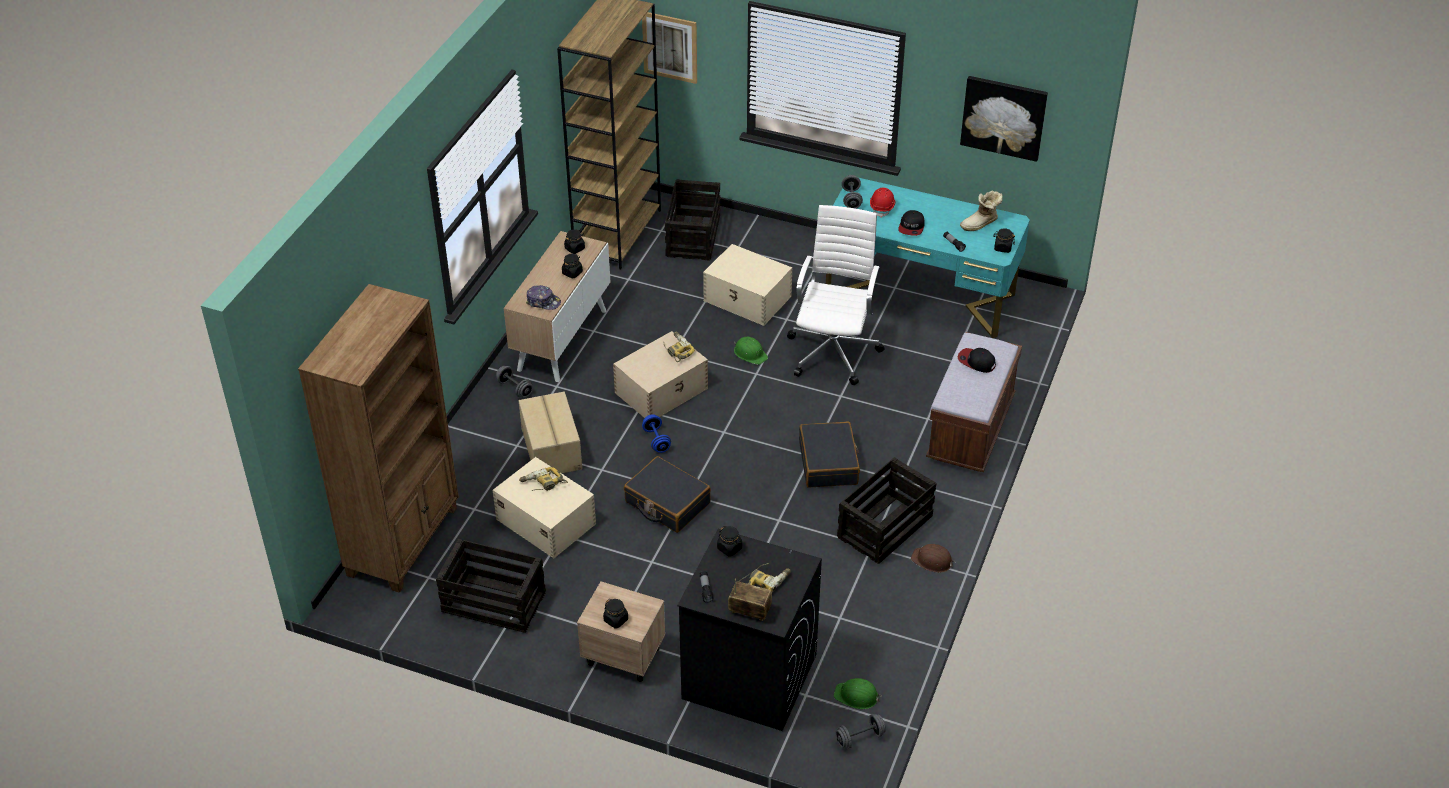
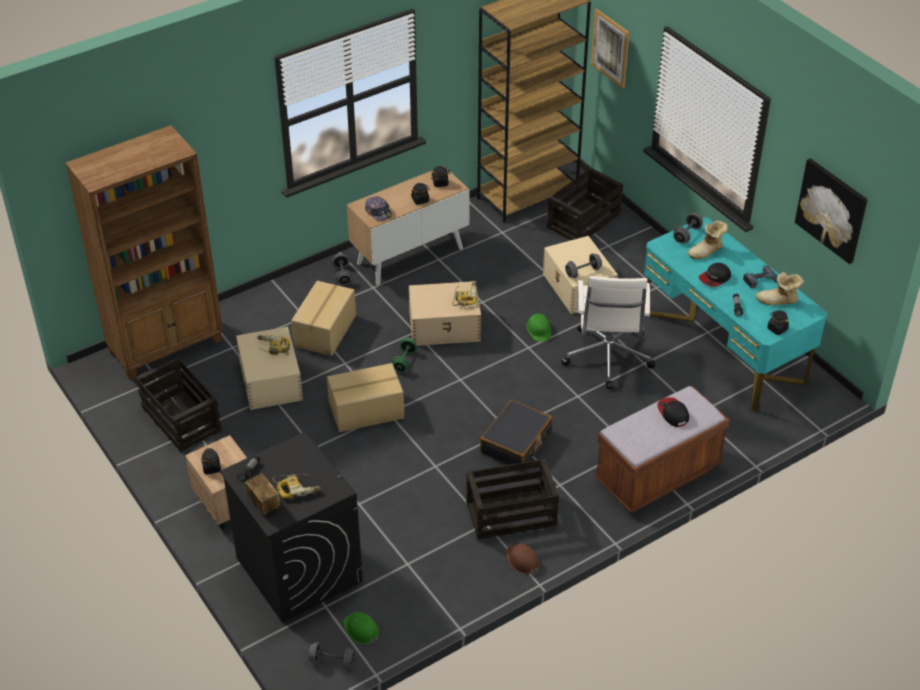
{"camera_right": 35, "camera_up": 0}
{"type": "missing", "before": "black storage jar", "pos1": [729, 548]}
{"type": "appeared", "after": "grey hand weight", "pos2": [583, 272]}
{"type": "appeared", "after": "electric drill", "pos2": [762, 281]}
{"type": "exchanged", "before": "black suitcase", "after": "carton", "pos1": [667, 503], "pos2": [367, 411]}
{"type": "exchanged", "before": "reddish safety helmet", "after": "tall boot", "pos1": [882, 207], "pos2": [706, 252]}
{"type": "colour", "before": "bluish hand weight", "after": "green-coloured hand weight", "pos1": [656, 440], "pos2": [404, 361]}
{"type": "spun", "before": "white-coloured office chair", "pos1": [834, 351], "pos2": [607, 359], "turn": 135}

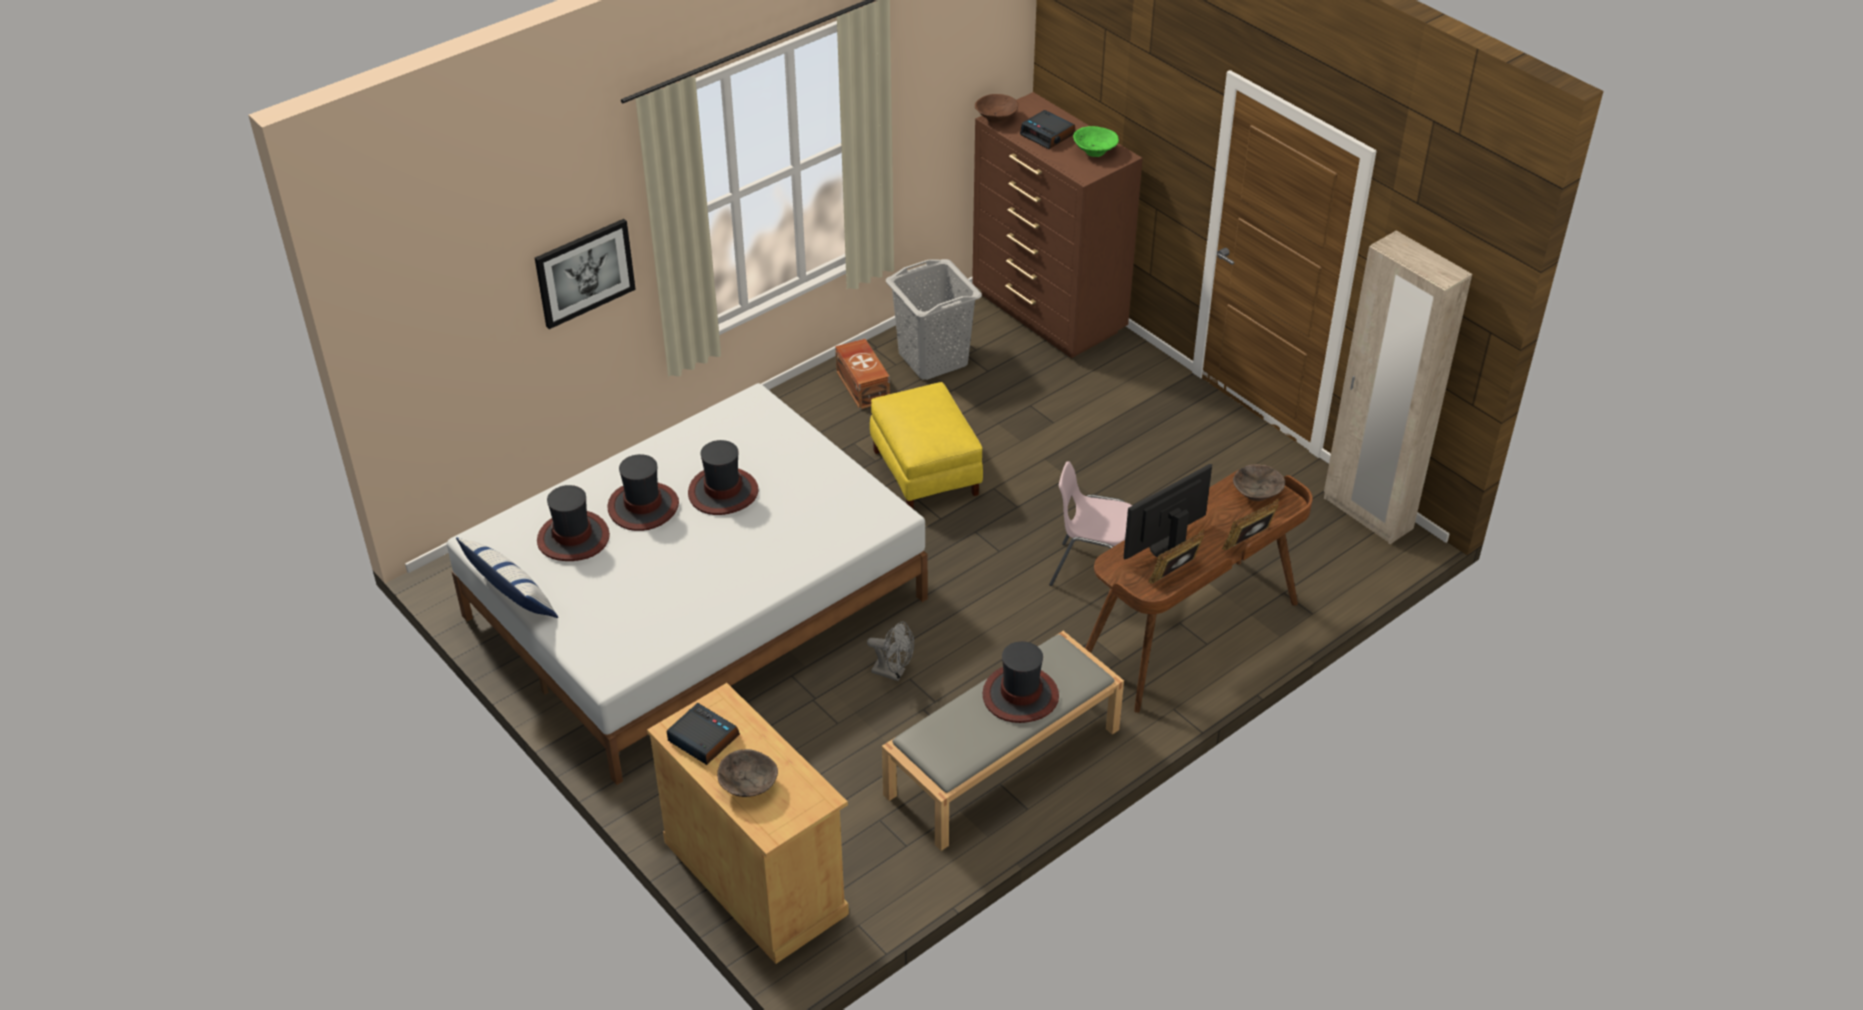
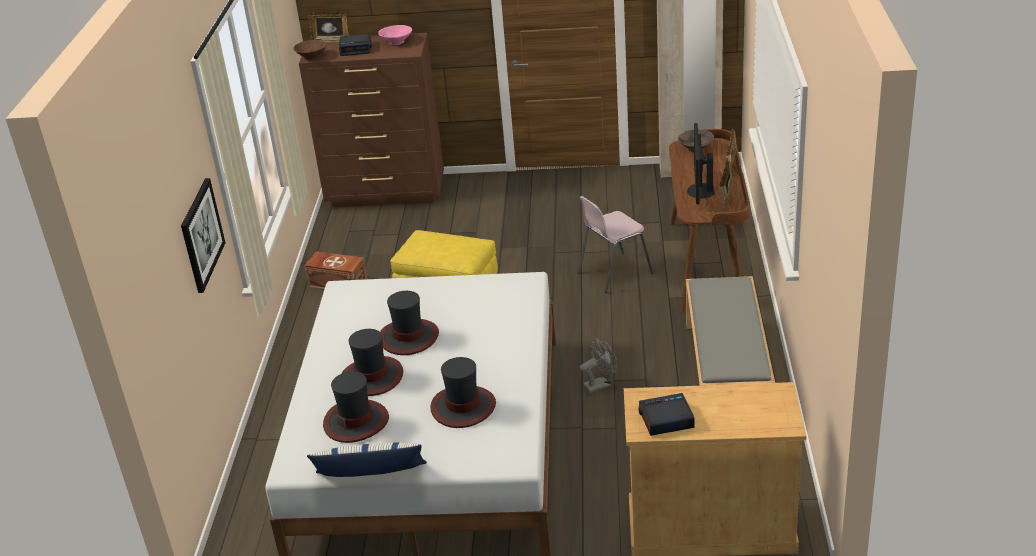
{"camera_right": -45, "camera_up": -10}
{"type": "missing", "before": "brown-coloured deep dish", "pos1": [747, 786]}
{"type": "missing", "before": "grey hamper", "pos1": [933, 359]}
{"type": "appeared", "after": "photo frame", "pos2": [331, 41]}
{"type": "relocated", "before": "hat", "pos1": [1020, 695], "pos2": [463, 407]}
{"type": "colour", "before": "green-coloured deep dish", "after": "pink-coloured deep dish", "pos1": [1094, 152], "pos2": [396, 42]}

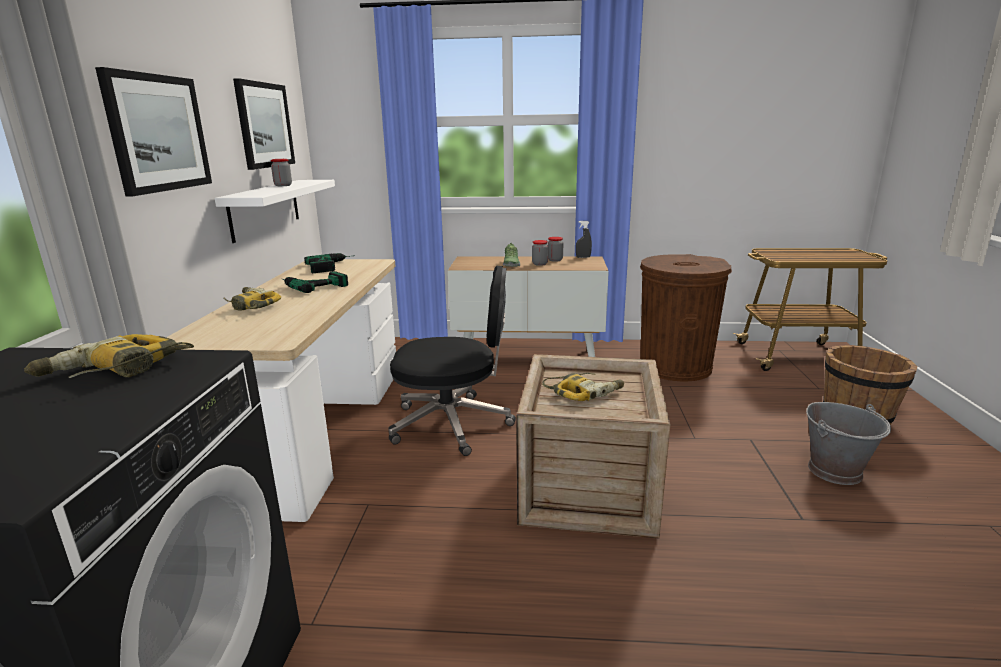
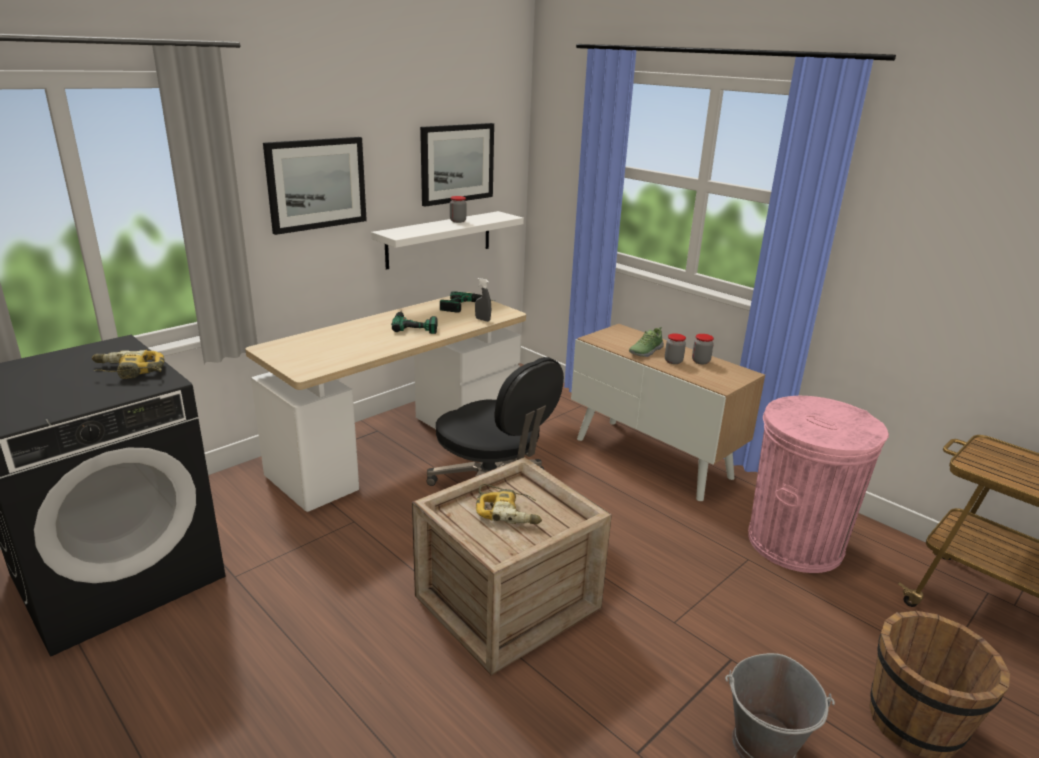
{"camera_right": 40, "camera_up": 5}
{"type": "missing", "before": "electric drill", "pos1": [250, 305]}
{"type": "relocated", "before": "grey sprayer", "pos1": [583, 257], "pos2": [482, 320]}
{"type": "colour", "before": "brown-coloured rubbish bin", "after": "pink-coloured rubbish bin", "pos1": [675, 367], "pos2": [794, 542]}

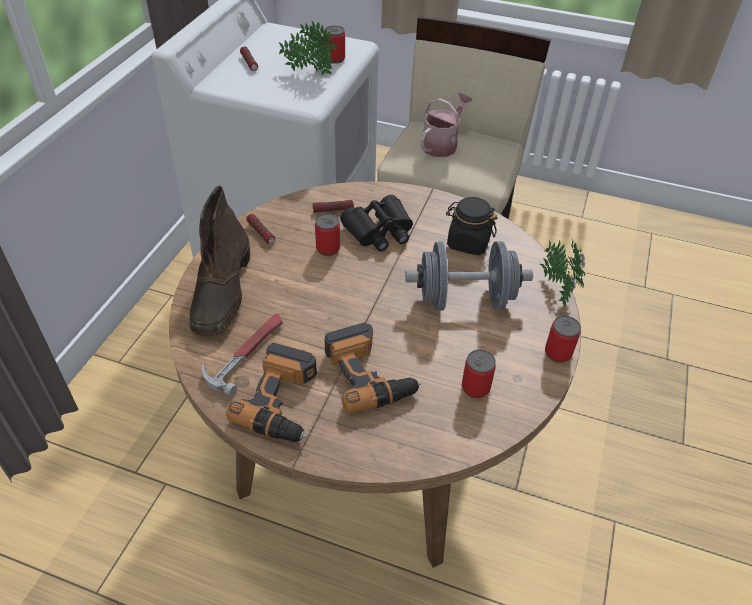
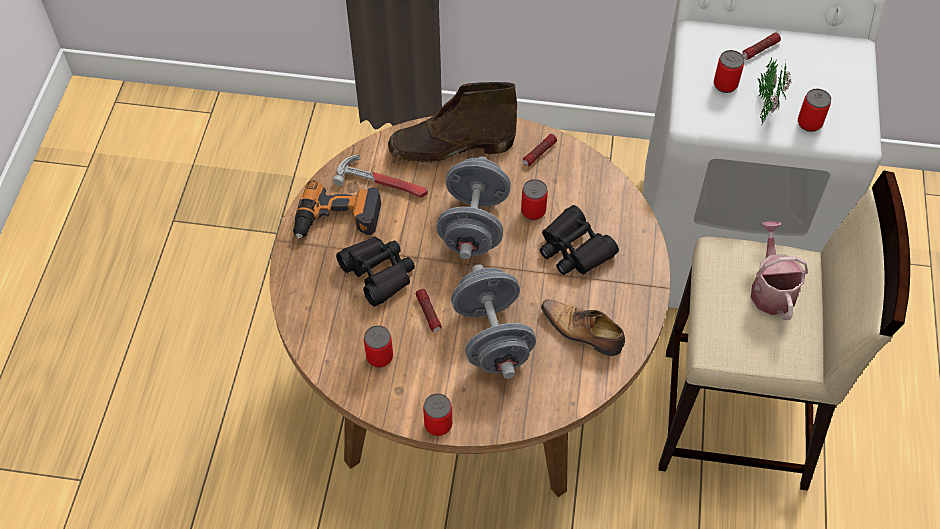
{"camera_right": 80, "camera_up": 10}
{"type": "missing", "before": "houseplant", "pos1": [557, 288]}
{"type": "appeared", "after": "grey hand weight", "pos2": [473, 225]}
{"type": "appeared", "after": "can", "pos2": [725, 84]}
{"type": "relocated", "before": "hand torch", "pos1": [333, 210], "pos2": [428, 313]}
{"type": "exchanged", "before": "electric drill", "after": "black field glasses", "pos1": [369, 374], "pos2": [378, 274]}
{"type": "exchanged", "before": "black storage jar", "after": "low shoe", "pos1": [468, 242], "pos2": [582, 332]}
{"type": "spun", "before": "sprinkling can", "pos1": [442, 144], "pos2": [771, 289], "turn": -120}

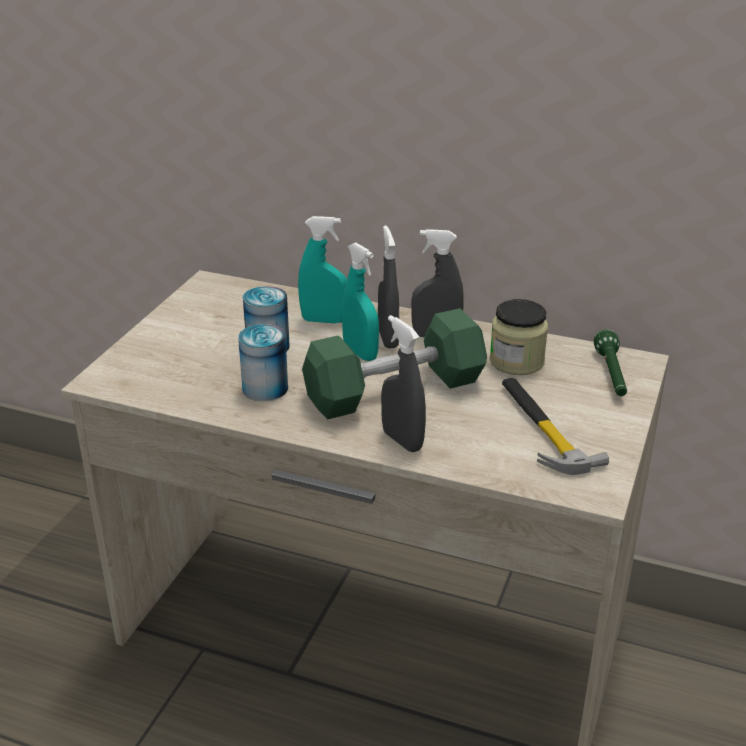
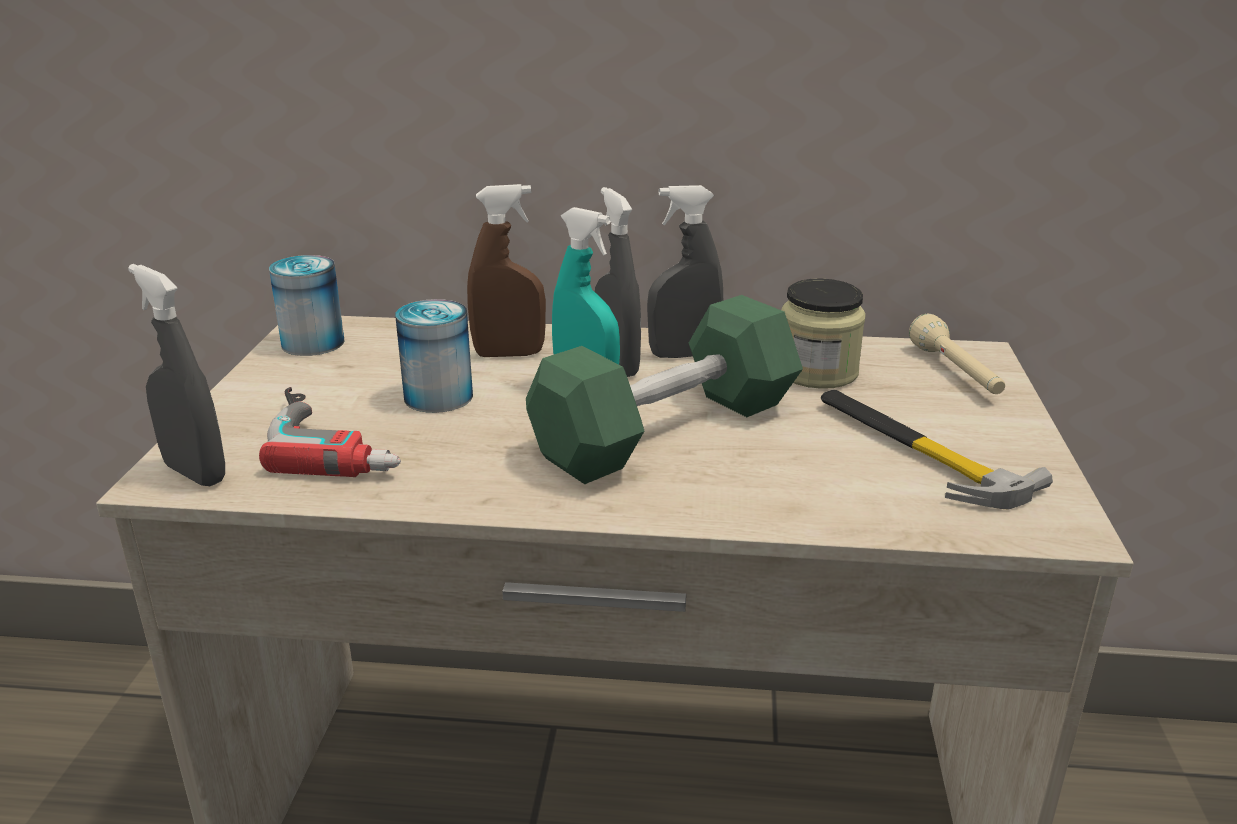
{"camera_right": -15, "camera_up": -5}
{"type": "appeared", "after": "electric drill", "pos2": [340, 439]}
{"type": "relocated", "before": "can", "pos1": [265, 388], "pos2": [313, 343]}
{"type": "relocated", "before": "grey sprayer", "pos1": [402, 440], "pos2": [195, 473]}
{"type": "colour", "before": "turquoise sprayer", "after": "brown-coloured sprayer", "pos1": [324, 320], "pos2": [509, 354]}
{"type": "colour", "before": "green-coloured hand torch", "after": "beige hand torch", "pos1": [611, 375], "pos2": [956, 373]}

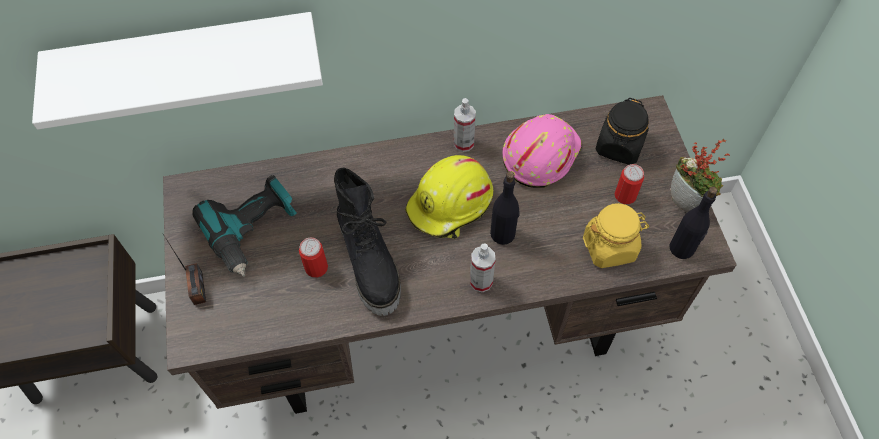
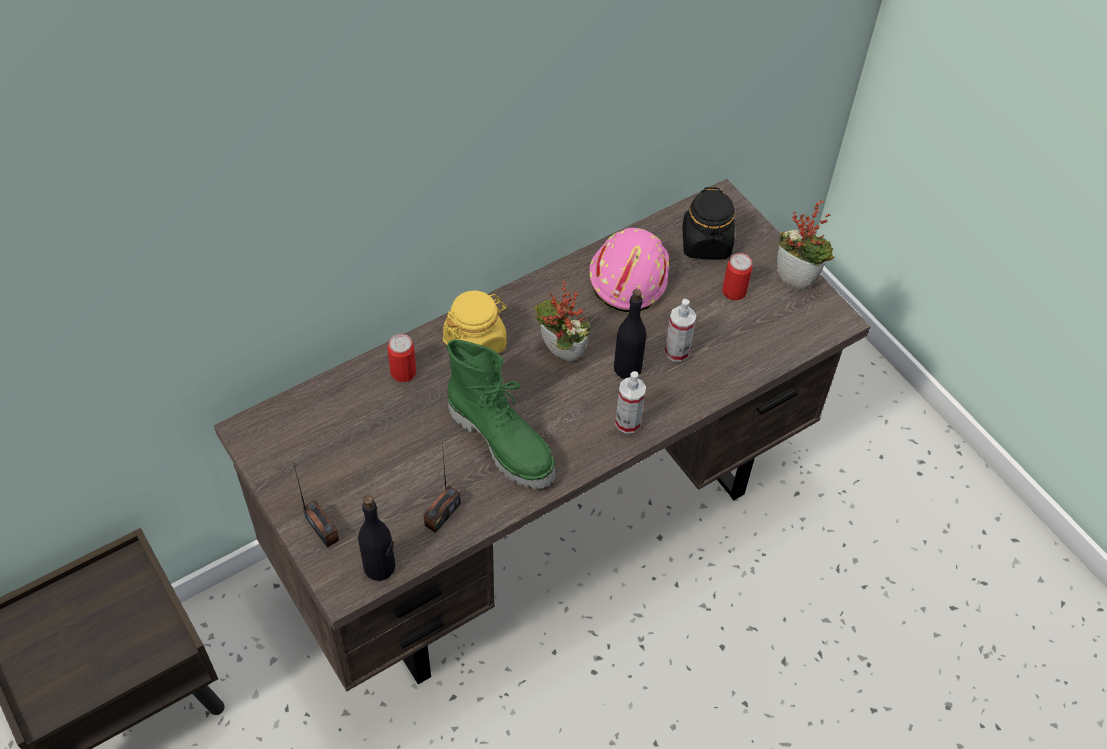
{"camera_right": -25, "camera_up": -5}
{"type": "missing", "before": "white-coloured bracket shelf", "pos1": [190, 64]}
{"type": "missing", "before": "electric drill", "pos1": [253, 230]}
{"type": "appeared", "after": "radio set", "pos2": [442, 514]}
{"type": "relocated", "before": "can", "pos1": [316, 267], "pos2": [403, 372]}
{"type": "relocated", "before": "sprayer", "pos1": [464, 143], "pos2": [677, 351]}
{"type": "relocated", "before": "yellow storage jar", "pos1": [610, 247], "pos2": [475, 344]}
{"type": "relocated", "before": "black bottle", "pos1": [682, 248], "pos2": [380, 567]}
{"type": "exchanged", "before": "yellow safety helmet", "after": "houseplant", "pos1": [451, 205], "pos2": [559, 355]}
{"type": "colour", "before": "black tall boot", "after": "green-coloured tall boot", "pos1": [371, 263], "pos2": [503, 441]}

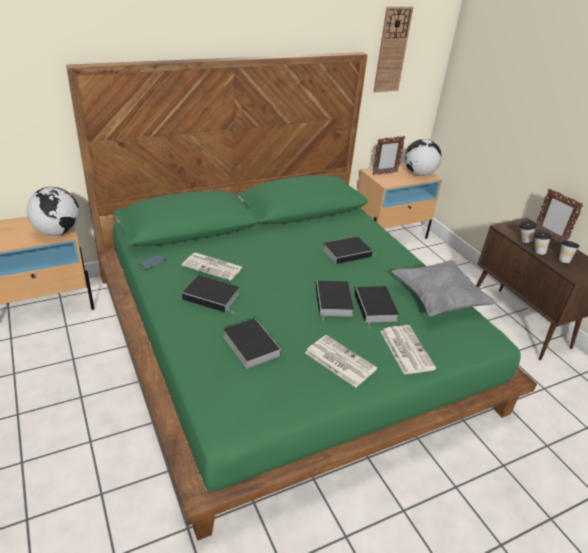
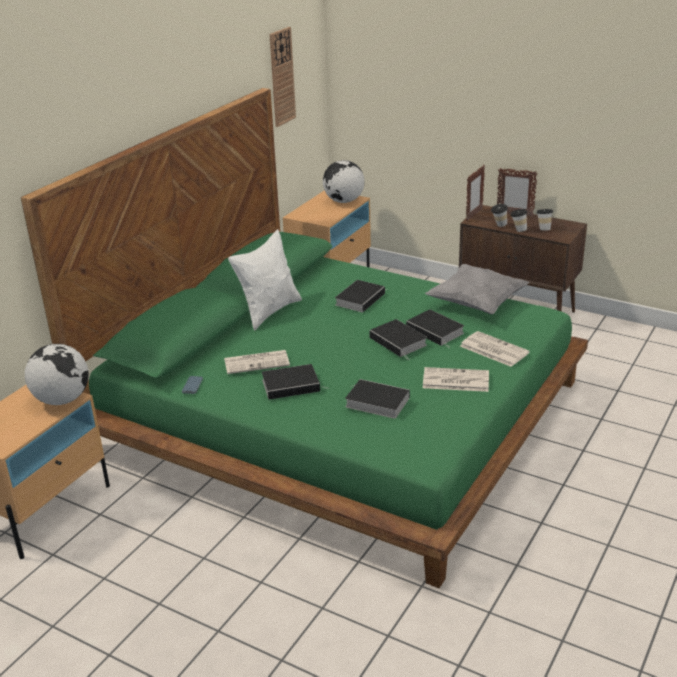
{"camera_right": -30, "camera_up": -5}
{"type": "appeared", "after": "white-coloured pillow", "pos2": [269, 311]}
{"type": "relocated", "before": "photo frame", "pos1": [384, 173], "pos2": [473, 215]}

